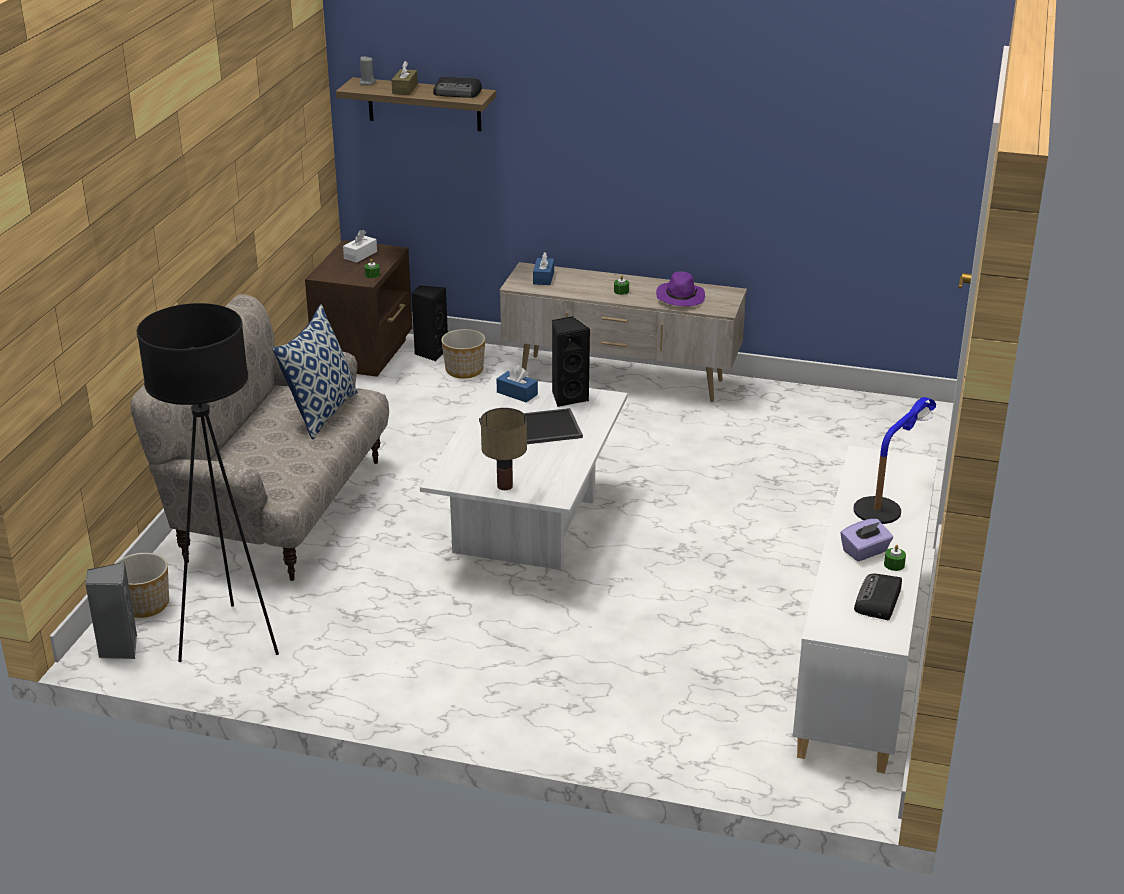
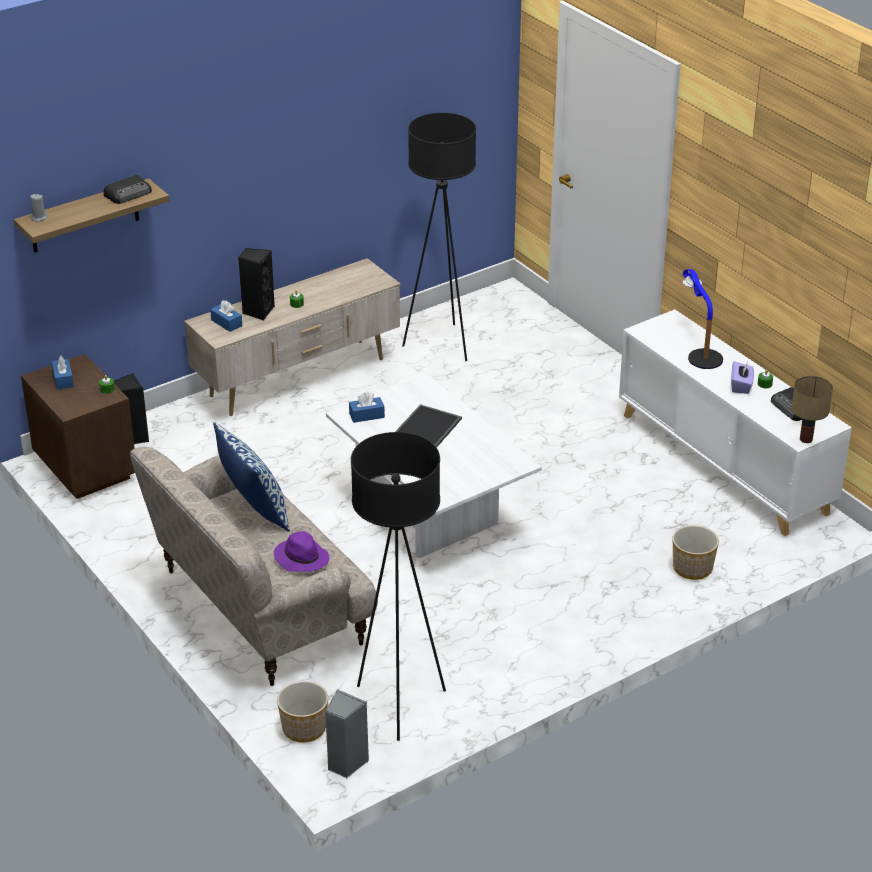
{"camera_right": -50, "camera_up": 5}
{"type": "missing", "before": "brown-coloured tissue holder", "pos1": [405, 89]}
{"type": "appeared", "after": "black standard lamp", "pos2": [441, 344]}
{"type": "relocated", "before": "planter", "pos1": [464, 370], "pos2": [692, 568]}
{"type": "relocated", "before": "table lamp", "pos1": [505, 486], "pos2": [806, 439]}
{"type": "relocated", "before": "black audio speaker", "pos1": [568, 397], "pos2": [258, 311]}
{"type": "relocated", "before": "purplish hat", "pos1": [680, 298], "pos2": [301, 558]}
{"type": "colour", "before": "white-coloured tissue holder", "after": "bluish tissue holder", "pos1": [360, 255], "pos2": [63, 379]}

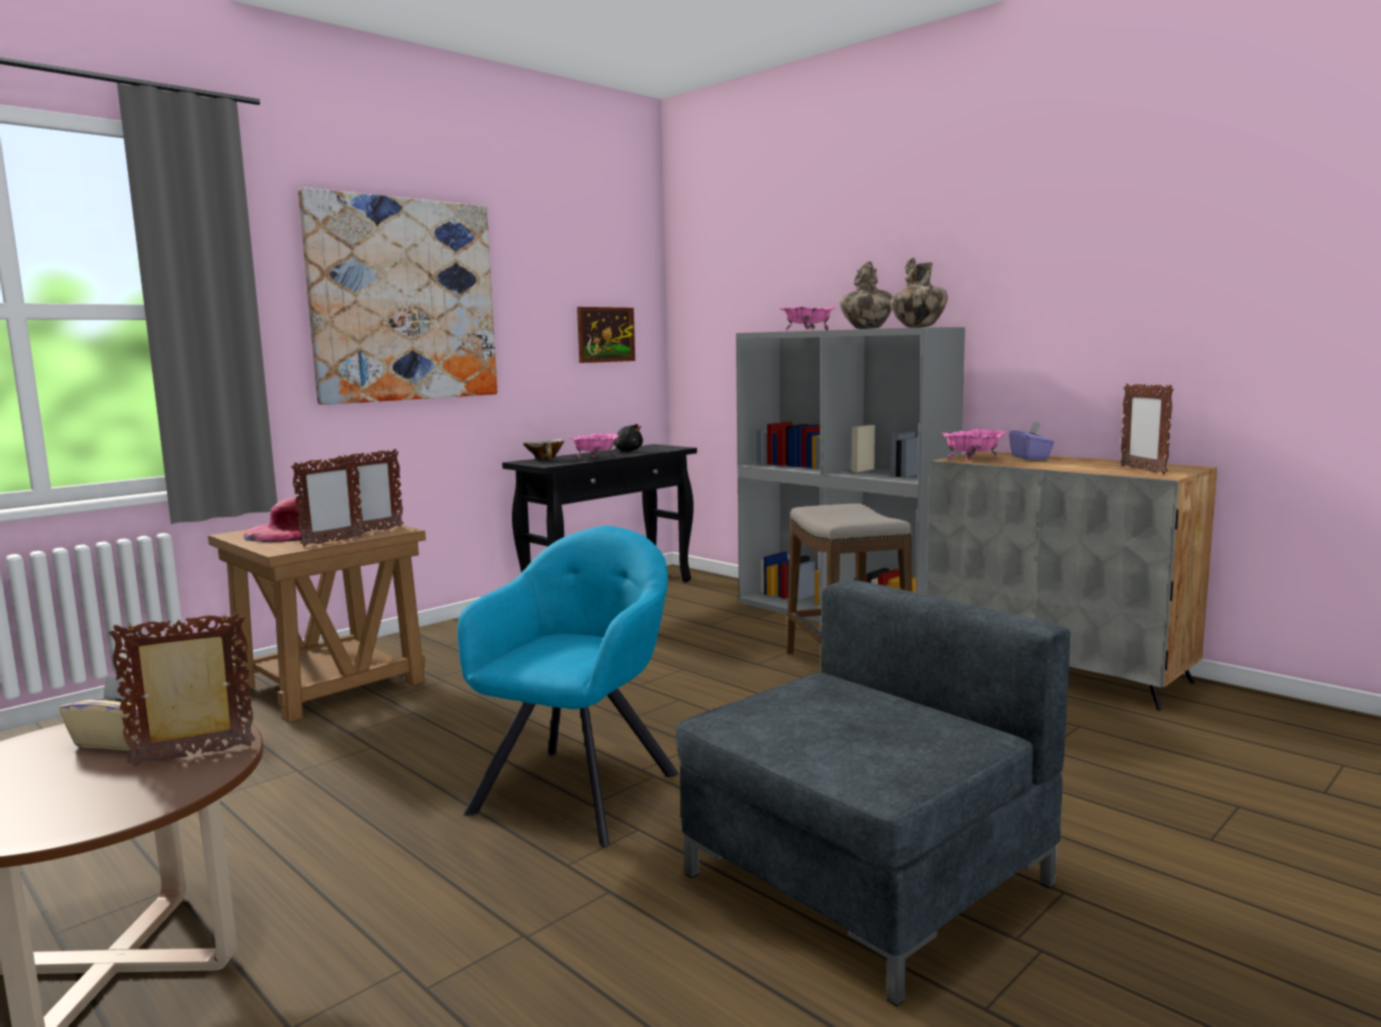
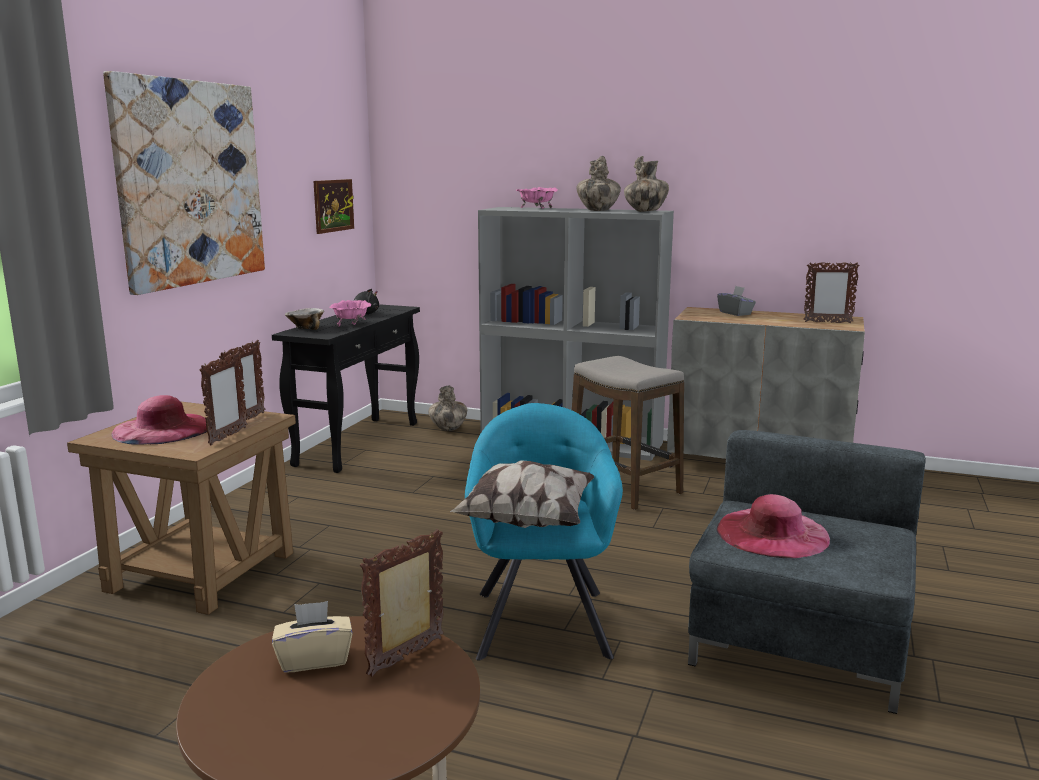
{"camera_right": -25, "camera_up": 5}
{"type": "missing", "before": "pink-coloured deep dish", "pos1": [972, 459]}
{"type": "appeared", "after": "flower vase", "pos2": [448, 429]}
{"type": "appeared", "after": "pillow", "pos2": [525, 520]}
{"type": "appeared", "after": "pink-coloured hat", "pos2": [772, 533]}
{"type": "colour", "before": "purplish tissue holder", "after": "grey tissue holder", "pos1": [1030, 458], "pos2": [735, 313]}
{"type": "spun", "before": "photo frame", "pos1": [1142, 470], "pos2": [827, 322], "turn": -45}

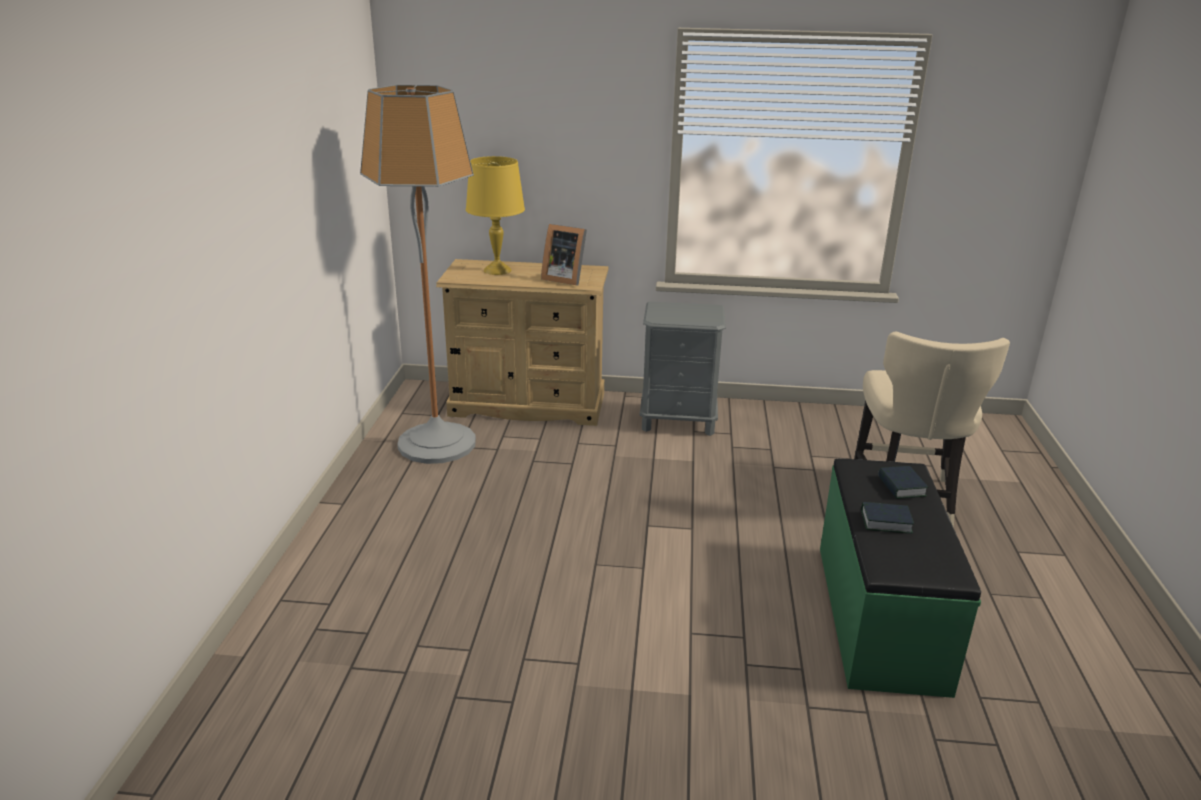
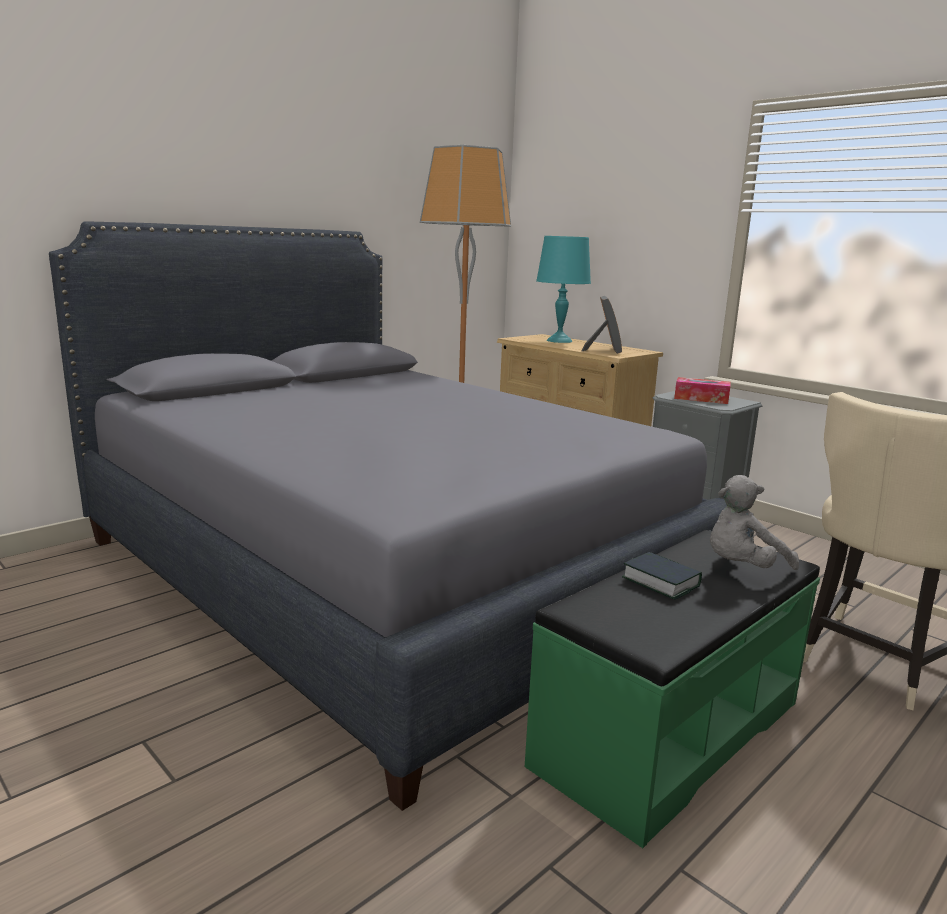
{"camera_right": 40, "camera_up": -10}
{"type": "appeared", "after": "grey sleeping bed", "pos2": [381, 574]}
{"type": "appeared", "after": "tissue holder", "pos2": [701, 398]}
{"type": "exchanged", "before": "book", "after": "grey plush toy", "pos1": [901, 487], "pos2": [742, 568]}
{"type": "colour", "before": "yellow table lamp", "after": "turquoise table lamp", "pos1": [498, 270], "pos2": [559, 341]}
{"type": "spun", "before": "photo frame", "pos1": [564, 278], "pos2": [603, 350], "turn": -150}

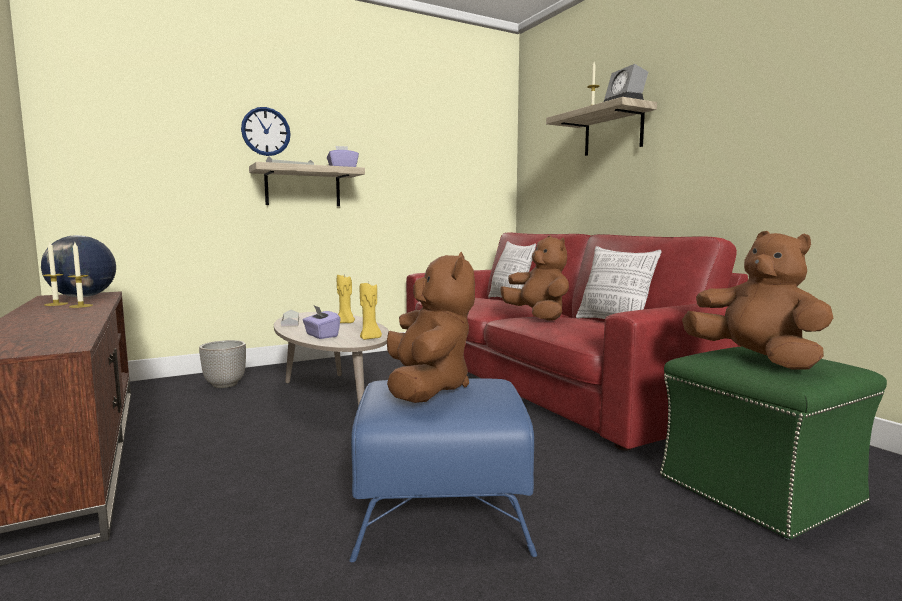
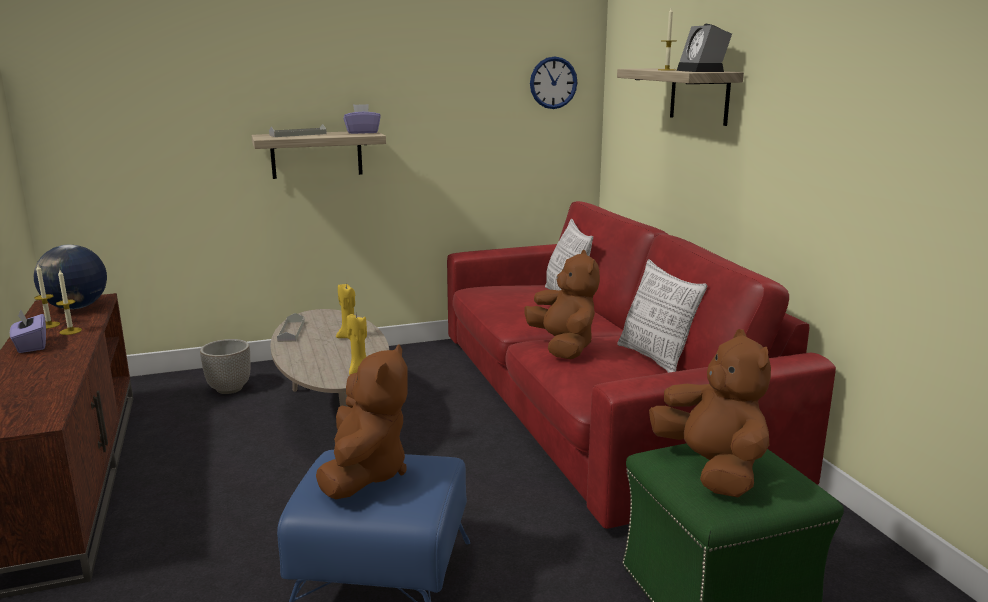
{"camera_right": 10, "camera_up": 10}
{"type": "relocated", "before": "wall clock", "pos1": [266, 131], "pos2": [553, 83]}
{"type": "relocated", "before": "purplish tissue holder", "pos1": [321, 335], "pos2": [31, 346]}

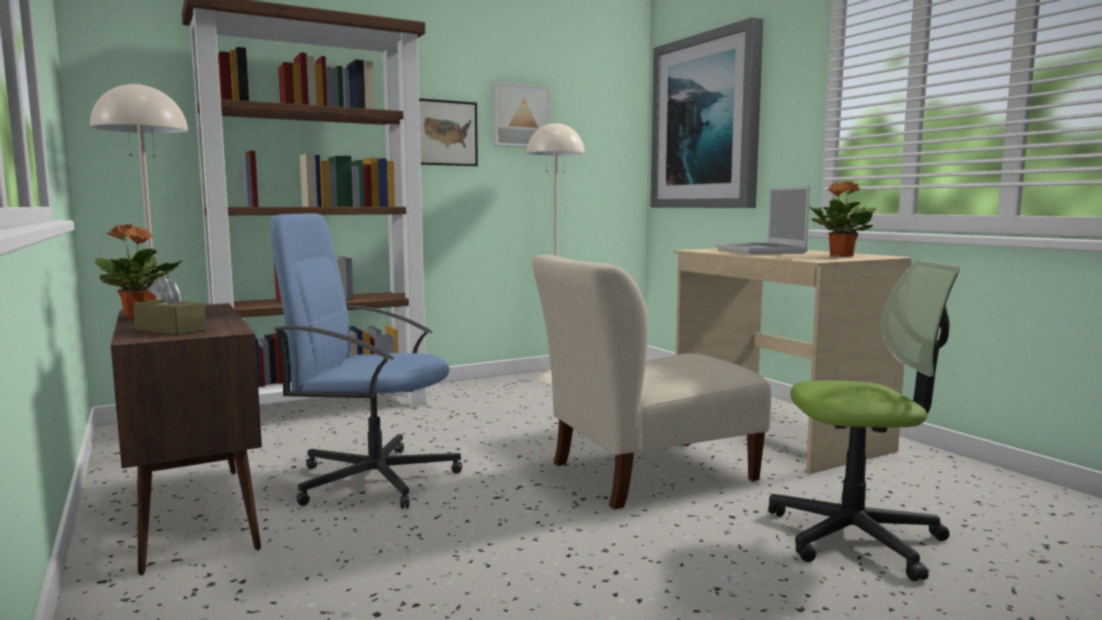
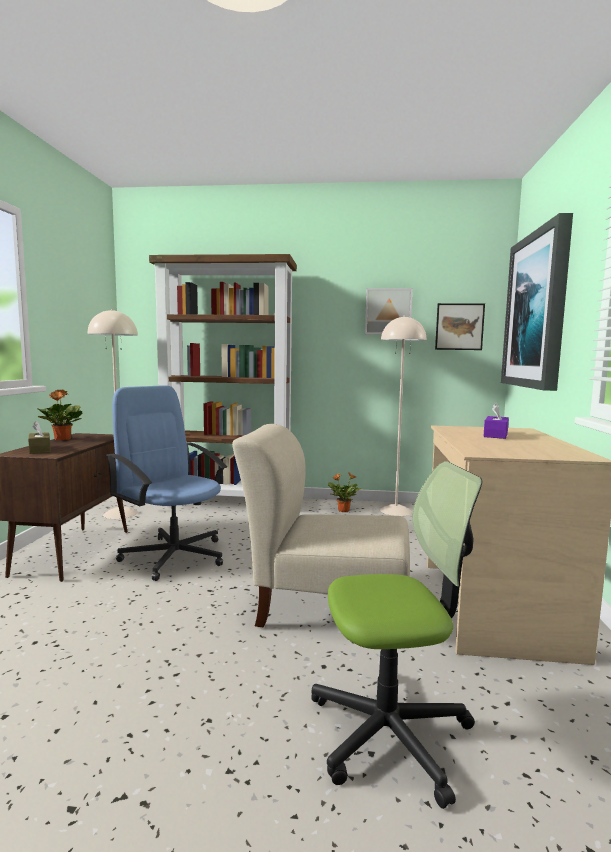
{"camera_right": 35, "camera_up": 0}
{"type": "relocated", "before": "wall art", "pos1": [447, 133], "pos2": [459, 326]}
{"type": "relocated", "before": "houseplant", "pos1": [840, 256], "pos2": [343, 510]}
{"type": "exchanged", "before": "notebook computer", "after": "purplish tissue holder", "pos1": [762, 251], "pos2": [495, 435]}
{"type": "spun", "before": "office chair", "pos1": [856, 537], "pos2": [390, 732], "turn": -45}

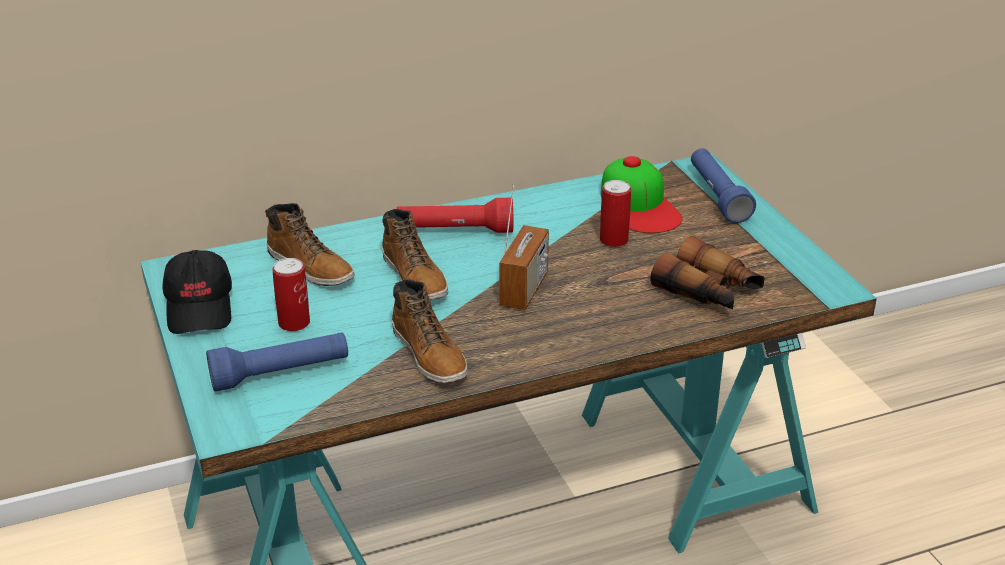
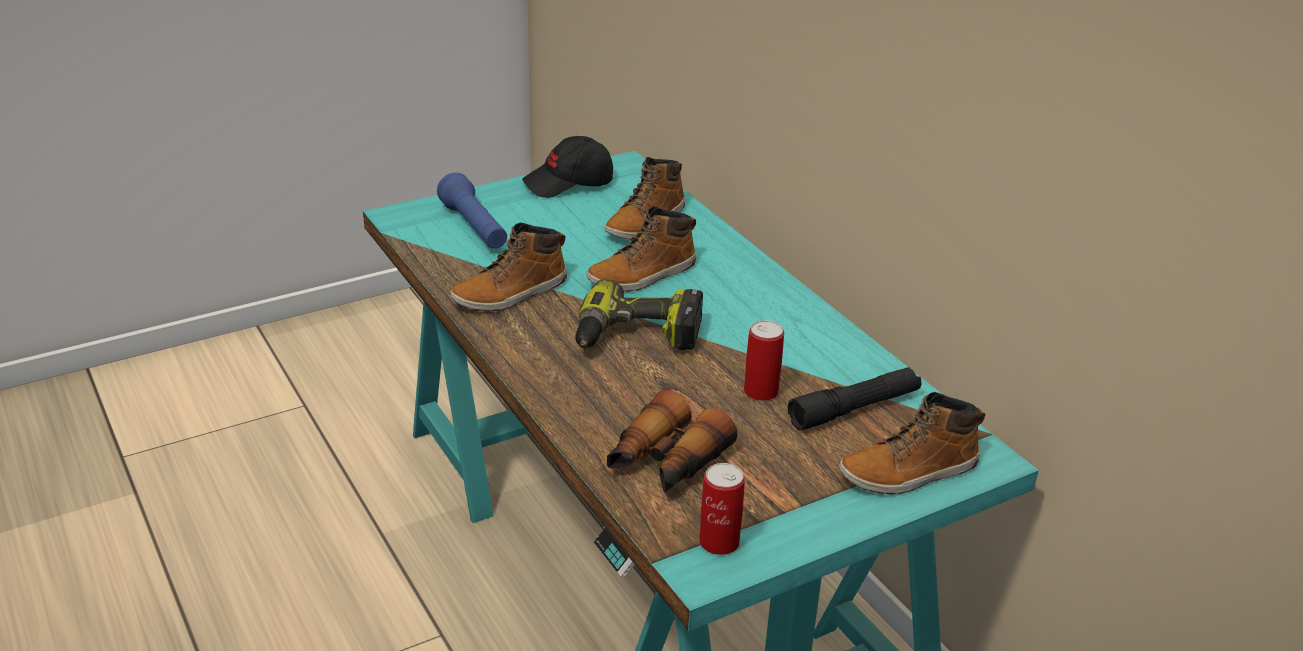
{"camera_right": 80, "camera_up": 0}
{"type": "missing", "before": "reddish hand torch", "pos1": [455, 231]}
{"type": "relocated", "before": "can", "pos1": [294, 323], "pos2": [719, 542]}
{"type": "exchanged", "before": "radio set", "after": "electric drill", "pos1": [524, 290], "pos2": [637, 337]}
{"type": "exchanged", "before": "cap", "after": "black hand torch", "pos1": [639, 205], "pos2": [854, 409]}
{"type": "exchanged", "before": "bluish hand torch", "after": "tall boot", "pos1": [717, 196], "pos2": [909, 472]}

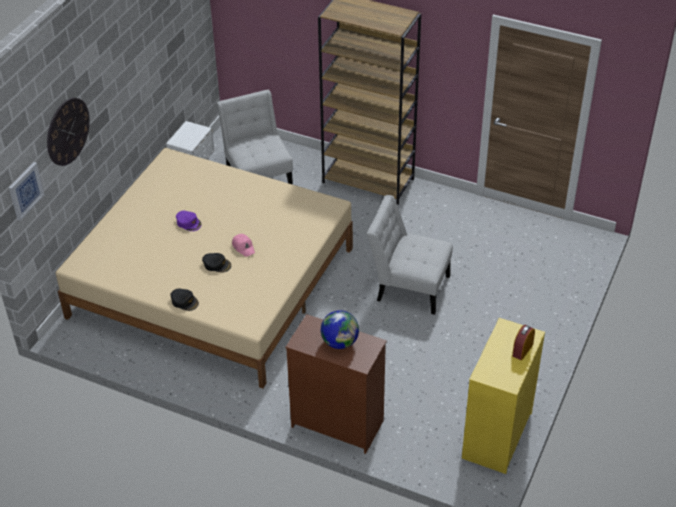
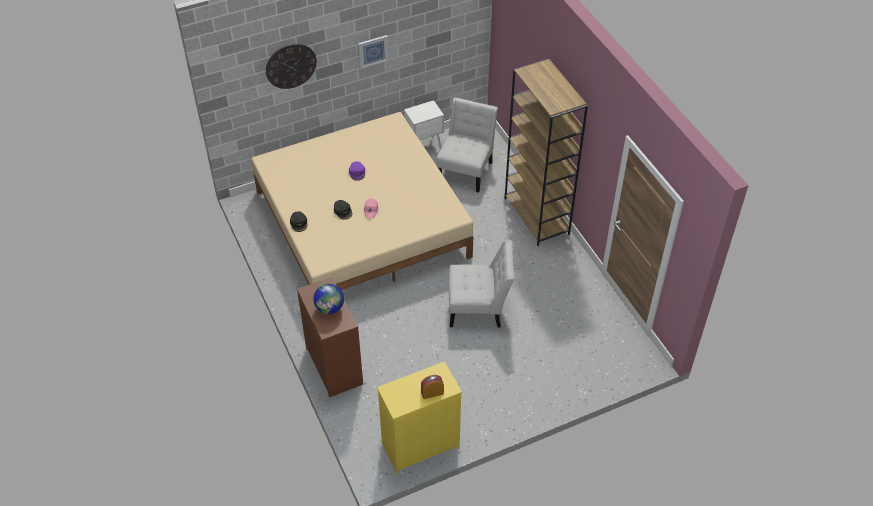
{"camera_right": 40, "camera_up": 5}
{"type": "relocated", "before": "wall art", "pos1": [25, 190], "pos2": [373, 51]}
{"type": "spun", "before": "white-coloured chair", "pos1": [409, 286], "pos2": [479, 308], "turn": 120}

